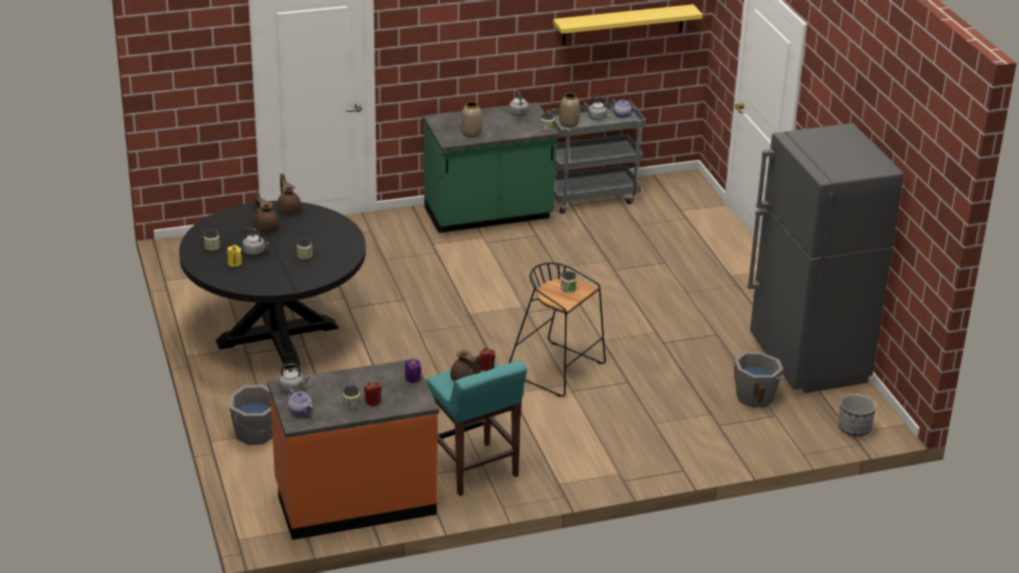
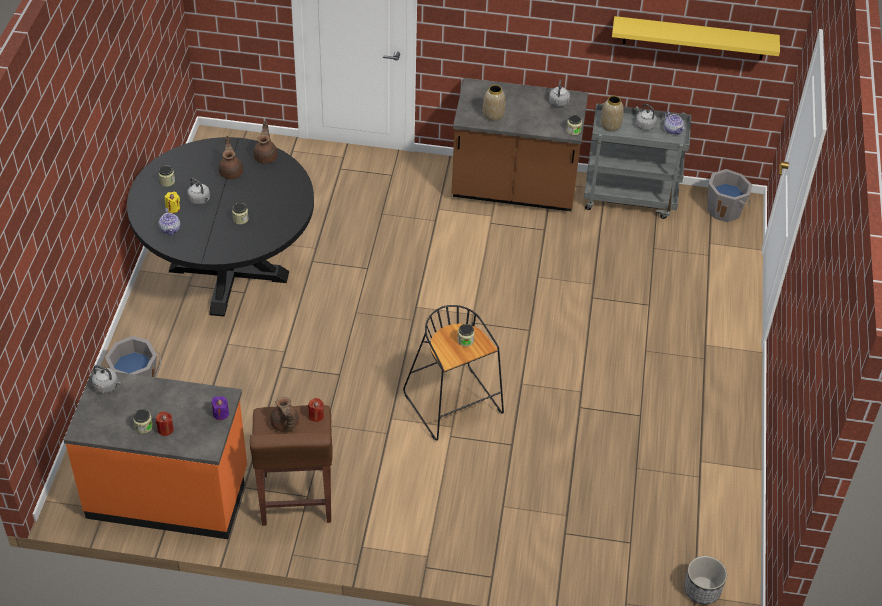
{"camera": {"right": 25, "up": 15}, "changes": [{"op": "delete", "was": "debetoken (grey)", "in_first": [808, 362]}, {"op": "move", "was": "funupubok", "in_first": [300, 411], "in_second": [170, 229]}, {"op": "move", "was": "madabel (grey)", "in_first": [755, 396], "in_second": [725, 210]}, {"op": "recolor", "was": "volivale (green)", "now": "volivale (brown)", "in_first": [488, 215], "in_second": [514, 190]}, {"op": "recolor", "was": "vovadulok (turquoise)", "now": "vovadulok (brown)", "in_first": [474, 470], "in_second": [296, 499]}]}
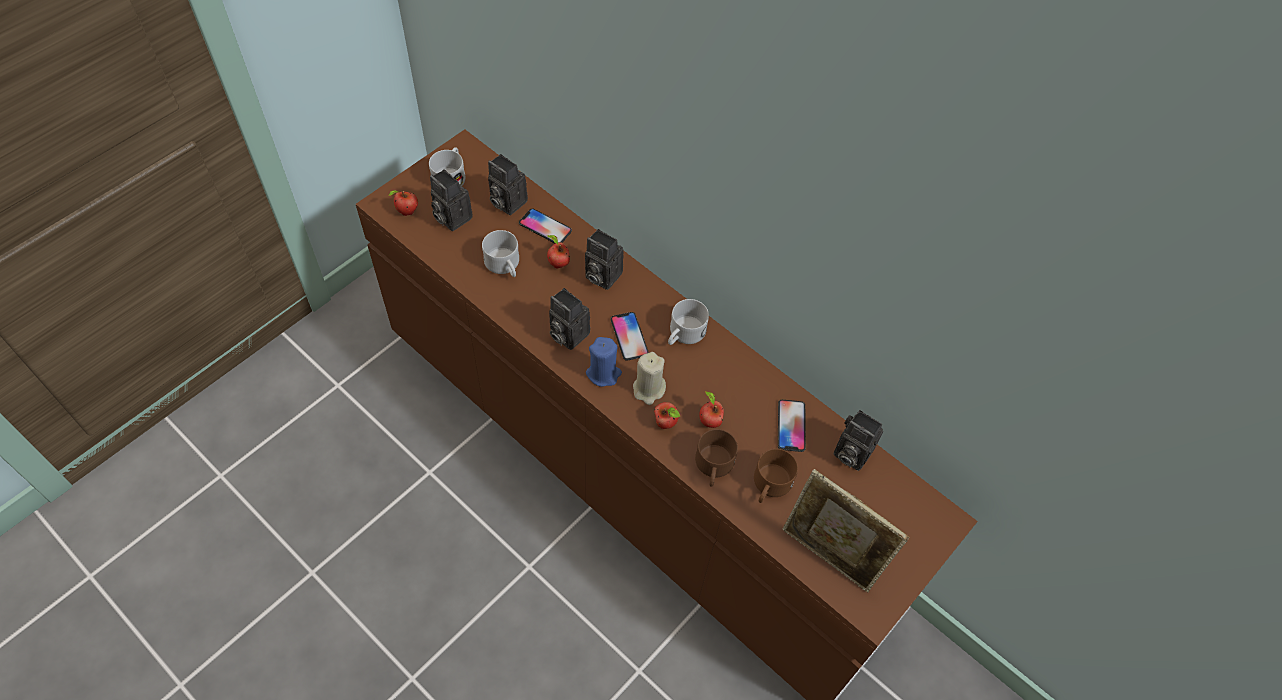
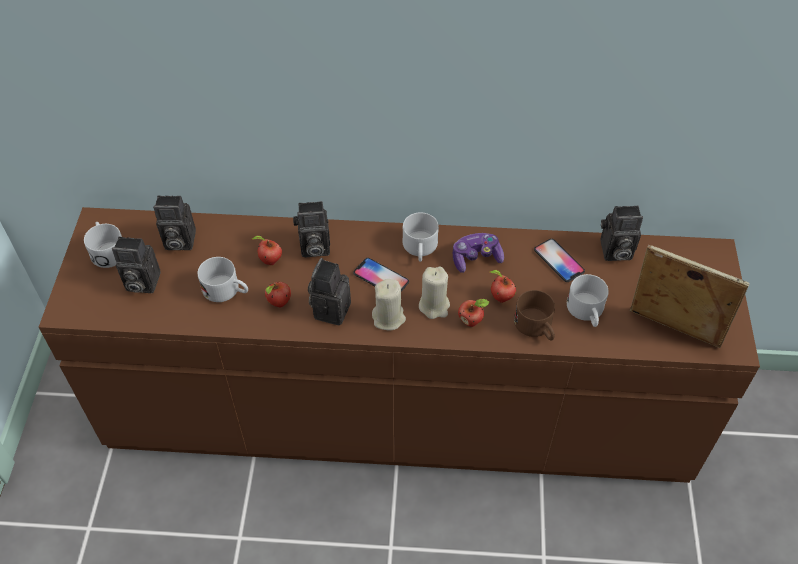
{"camera": {"right": -35, "up": -5}, "changes": [{"op": "delete", "was": "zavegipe", "in_first": [545, 227]}, {"op": "insert", "now": "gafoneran", "in_second": [476, 258]}, {"op": "move", "was": "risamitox", "in_first": [406, 212], "in_second": [279, 303]}, {"op": "recolor", "was": "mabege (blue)", "now": "mabege (beige)", "in_first": [603, 373], "in_second": [389, 318]}, {"op": "recolor", "was": "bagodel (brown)", "now": "bagodel (white)", "in_first": [769, 486], "in_second": [586, 312]}, {"op": "rotate", "was": "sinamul", "in_first": [566, 334], "in_second": [330, 308], "clockwise": 105}, {"op": "rotate", "was": "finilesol", "in_first": [828, 556], "in_second": [671, 331], "clockwise": -150}]}
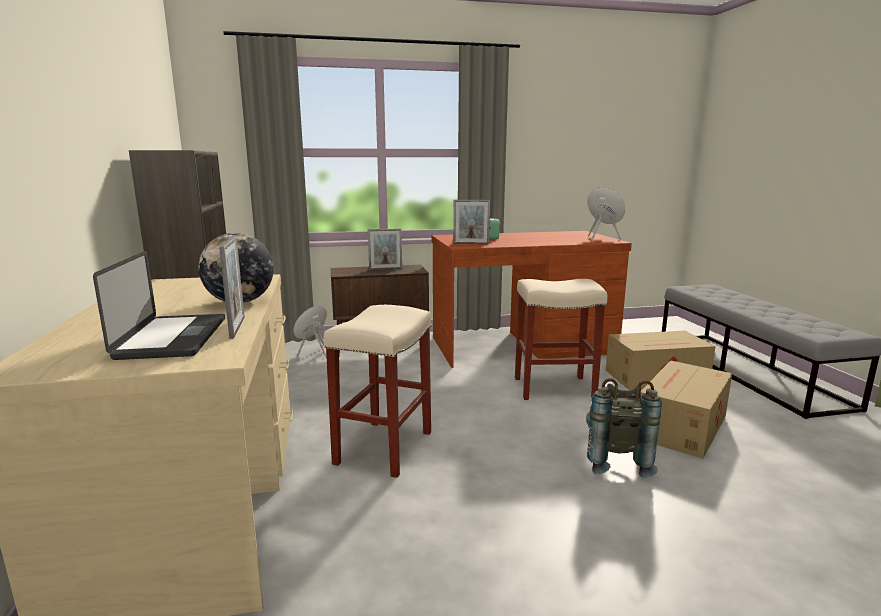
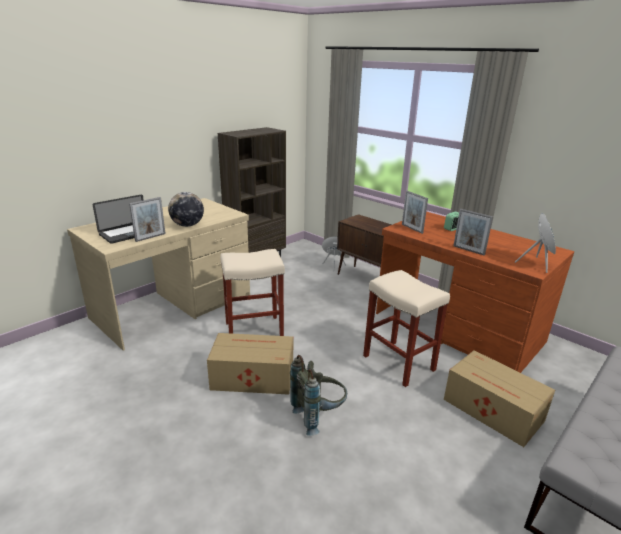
{"camera": {"right": 55, "up": 10}, "changes": [{"op": "move", "was": "finilesol", "in_first": [385, 269], "in_second": [468, 250]}, {"op": "move", "was": "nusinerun", "in_first": [680, 427], "in_second": [252, 376]}]}
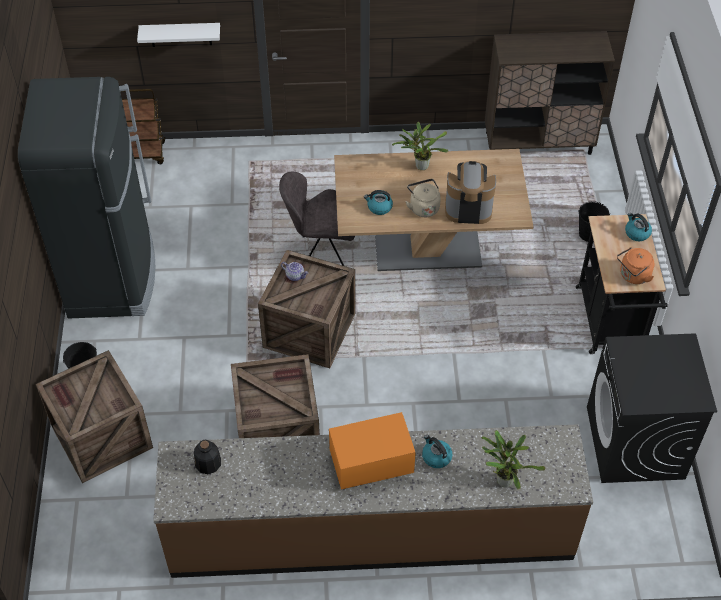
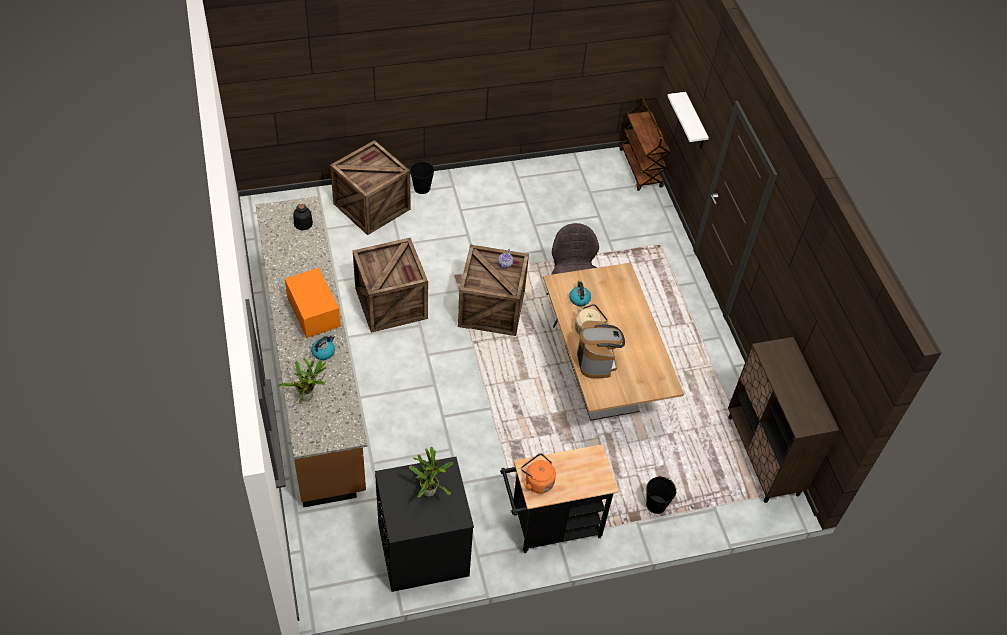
{"camera": {"right": 75, "up": 0}, "changes": [{"op": "delete", "was": "debetoken (black)", "in_first": [112, 277]}, {"op": "delete", "was": "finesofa", "in_first": [636, 233]}, {"op": "move", "was": "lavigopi", "in_first": [420, 166], "in_second": [429, 489]}]}
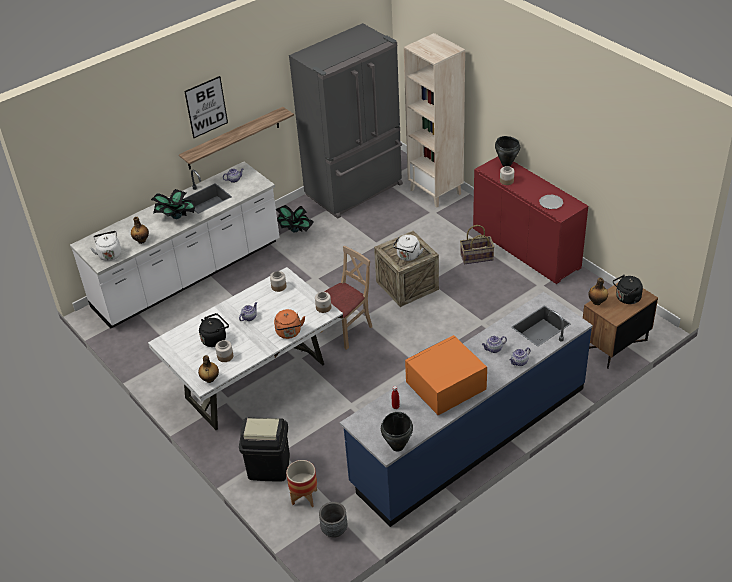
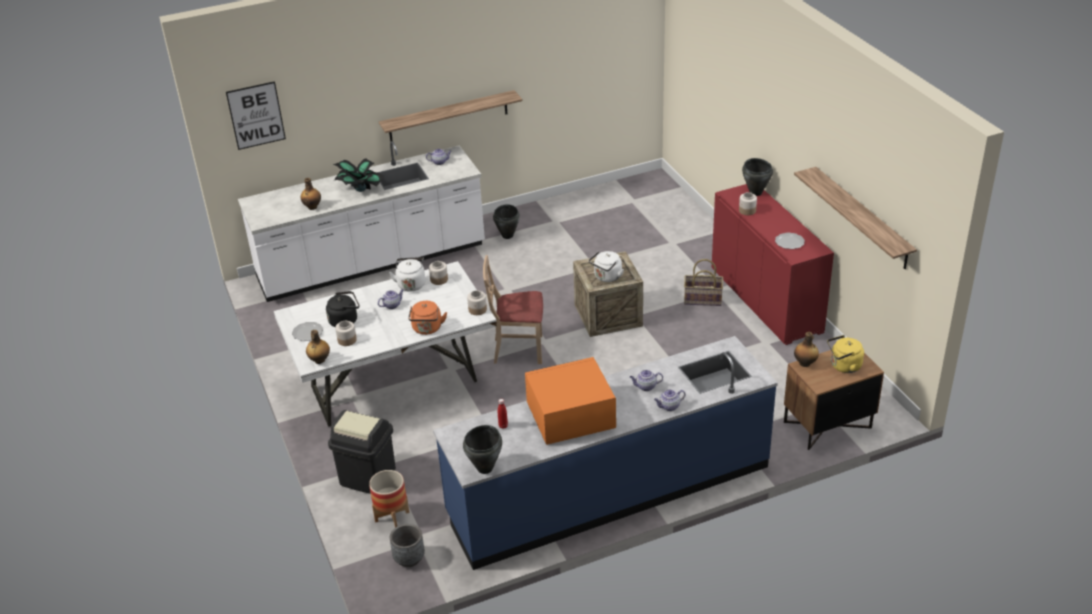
{"camera": {"right": 15, "up": -5}, "changes": [{"op": "delete", "was": "debetoken (grey)", "in_first": [355, 190]}, {"op": "delete", "was": "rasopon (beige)", "in_first": [436, 192]}, {"op": "insert", "now": "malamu", "in_second": [308, 333]}, {"op": "insert", "now": "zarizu", "in_second": [862, 218]}, {"op": "move", "was": "finesofa (white)", "in_first": [109, 254], "in_second": [411, 284]}, {"op": "move", "was": "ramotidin", "in_first": [206, 107], "in_second": [256, 115]}, {"op": "replace", "was": "lavigopi", "now": "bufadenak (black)", "in_first": [294, 230], "in_second": [508, 235]}, {"op": "recolor", "was": "finesofa (black)", "now": "finesofa (yellow)", "in_first": [626, 299], "in_second": [843, 366]}, {"op": "rotate", "was": "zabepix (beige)", "in_first": [346, 330], "in_second": [518, 350], "clockwise": -150}]}
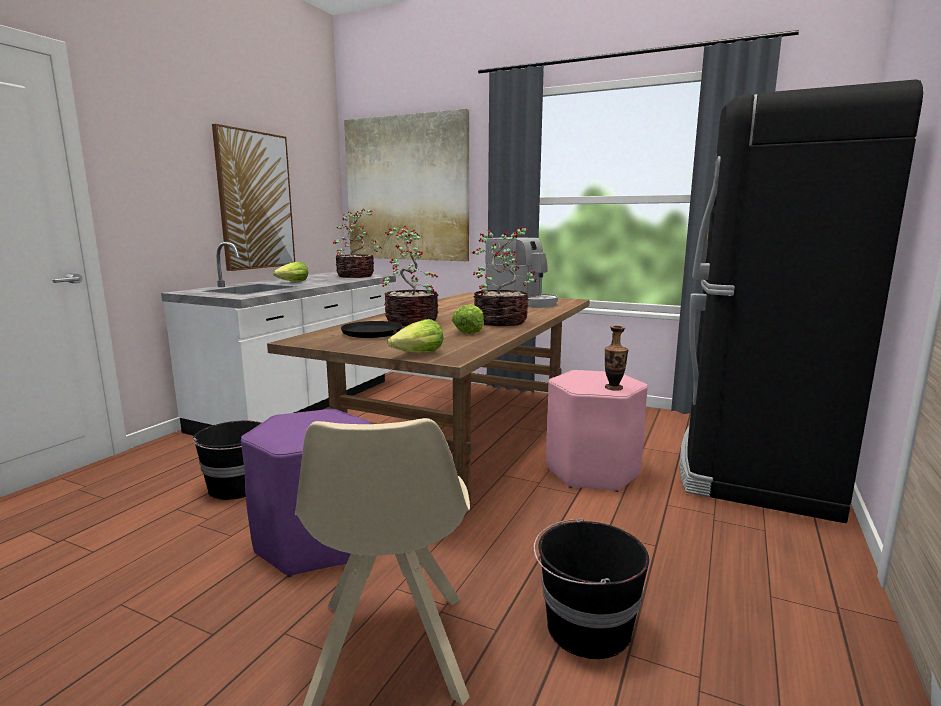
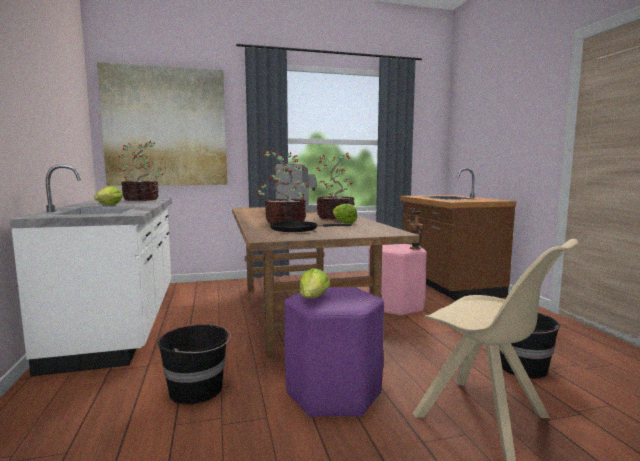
{"camera": {"right": -40, "up": -5}, "changes": [{"op": "delete", "was": "ramotidin", "in_first": [255, 201]}, {"op": "move", "was": "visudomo", "in_first": [419, 354], "in_second": [313, 298]}, {"op": "replace", "was": "debetoken (black)", "now": "volivale (brown)", "in_first": [754, 467], "in_second": [448, 285]}]}
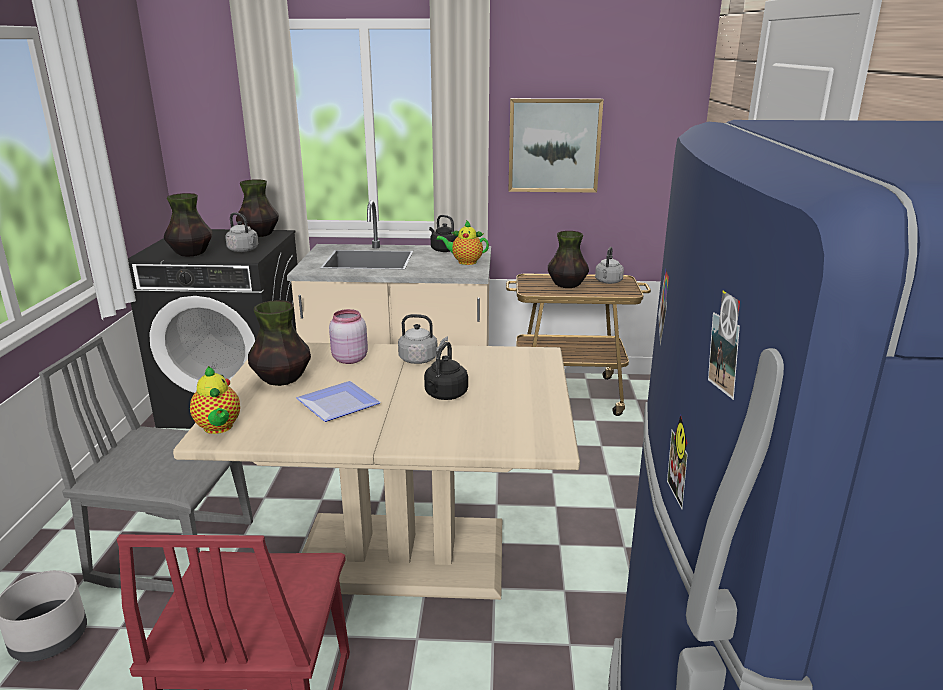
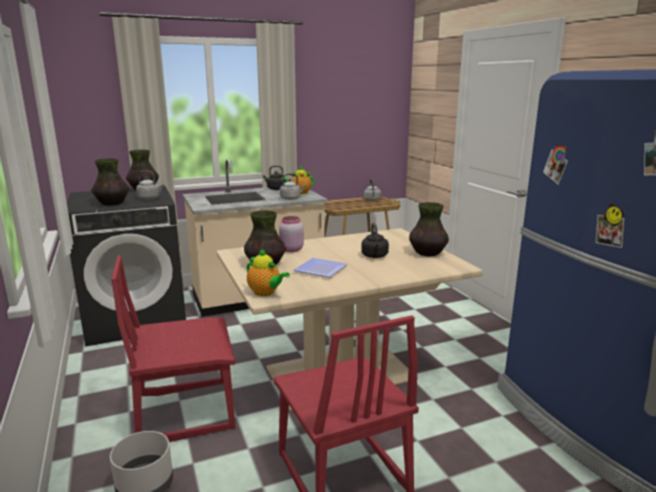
{"camera": {"right": -25, "up": -5}, "changes": [{"op": "delete", "was": "ramotidin", "in_first": [554, 145]}, {"op": "move", "was": "finesofa (grey)", "in_first": [420, 359], "in_second": [291, 198]}, {"op": "move", "was": "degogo", "in_first": [566, 285], "in_second": [427, 253]}, {"op": "recolor", "was": "zabepix (grey)", "now": "zabepix (red)", "in_first": [175, 550], "in_second": [185, 411]}]}
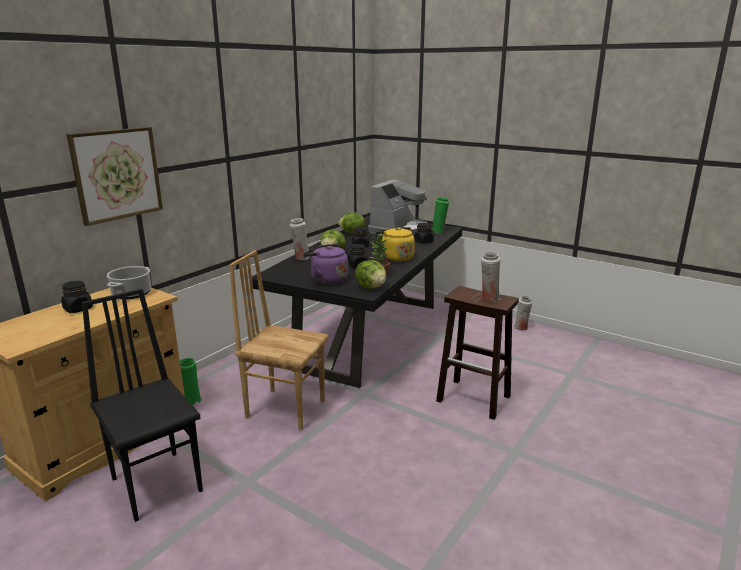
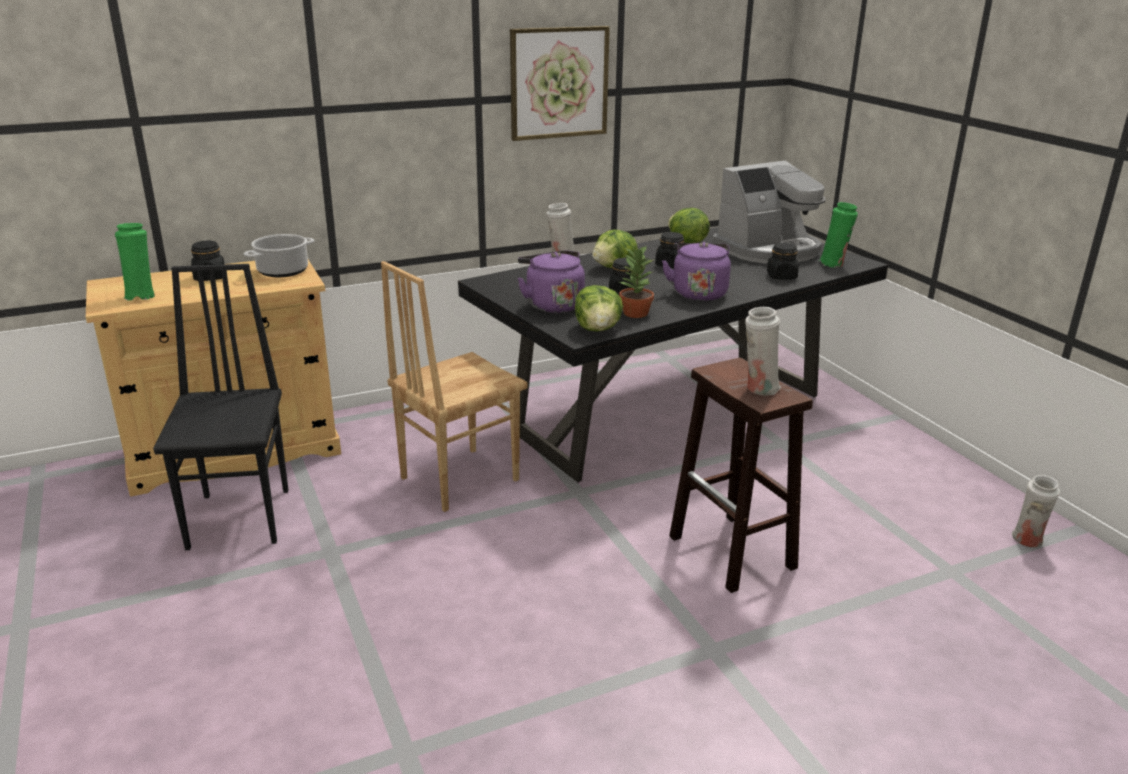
{"camera": {"right": 30, "up": 5}, "changes": [{"op": "move", "was": "ramotidin", "in_first": [117, 174], "in_second": [558, 83]}, {"op": "move", "was": "degogo (green)", "in_first": [192, 400], "in_second": [141, 296]}, {"op": "move", "was": "degogo (white)", "in_first": [521, 328], "in_second": [1028, 541]}, {"op": "recolor", "was": "finesofa (yellow)", "now": "finesofa (purple)", "in_first": [395, 258], "in_second": [698, 293]}, {"op": "rotate", "was": "zabepix (brown)", "in_first": [285, 408], "in_second": [457, 478], "clockwise": -90}]}
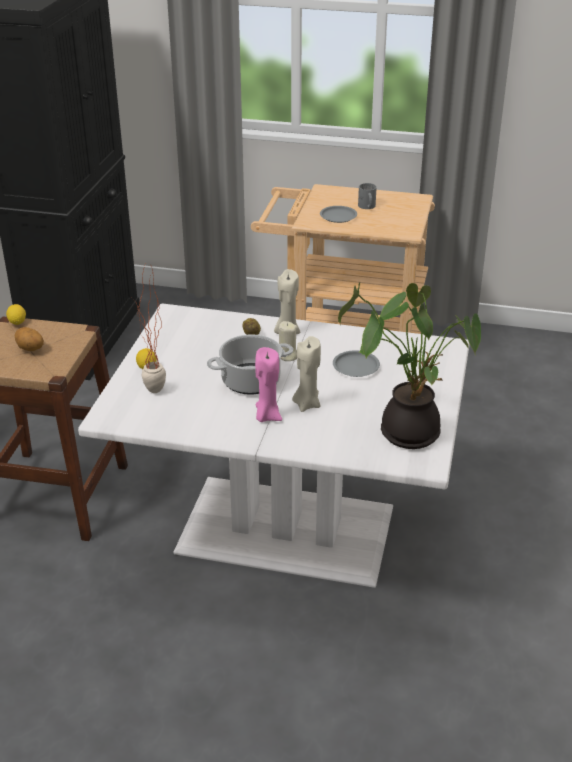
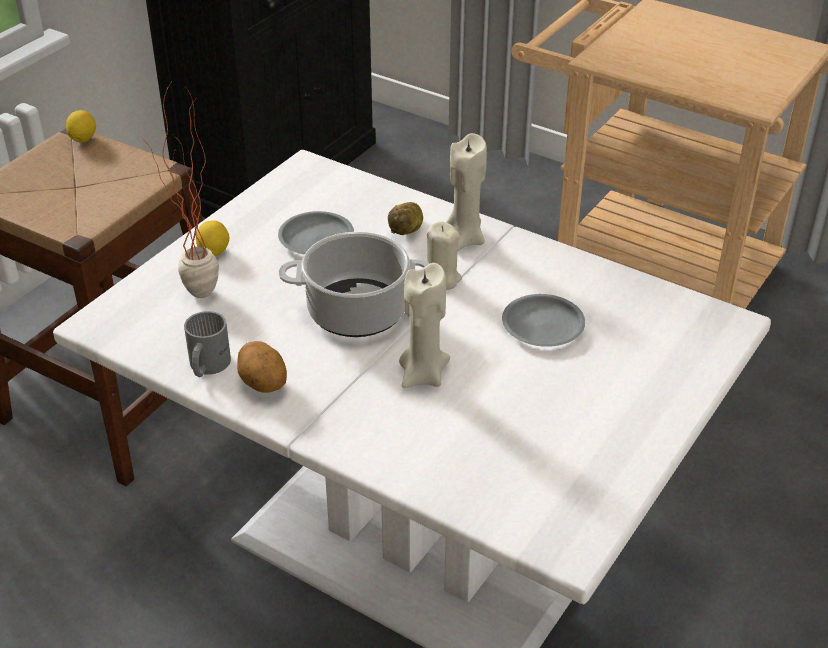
{"camera": {"right": 20, "up": 5}, "changes": [{"op": "delete", "was": "mabege (pink)", "in_first": [267, 416]}, {"op": "delete", "was": "lavigopi", "in_first": [408, 430]}, {"op": "move", "was": "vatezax", "in_first": [30, 349], "in_second": [262, 385]}, {"op": "move", "was": "malamu (grey)", "in_first": [338, 217], "in_second": [316, 239]}, {"op": "move", "was": "bagodel (grey)", "in_first": [366, 207], "in_second": [206, 366]}]}
